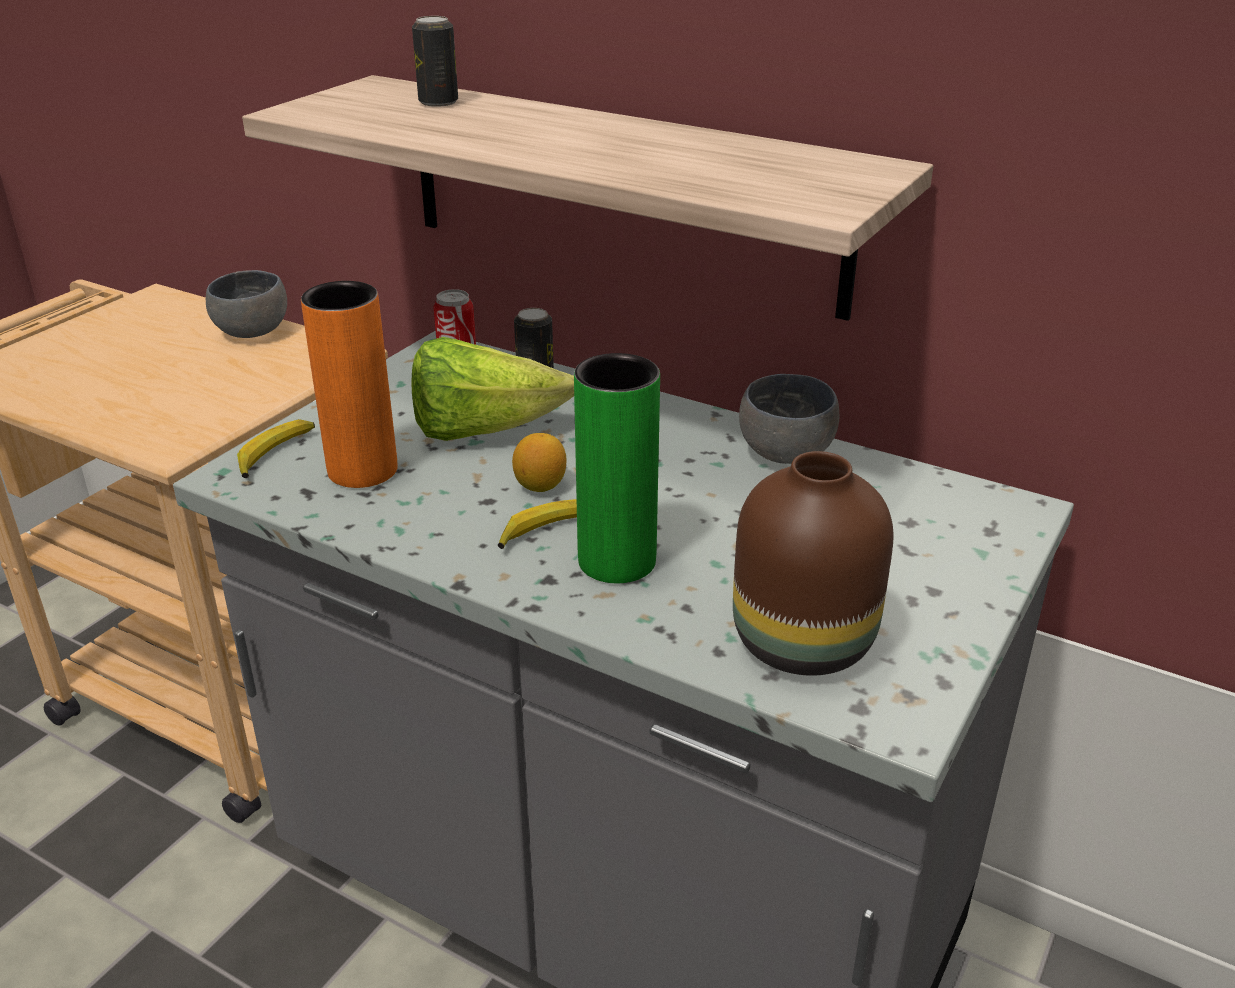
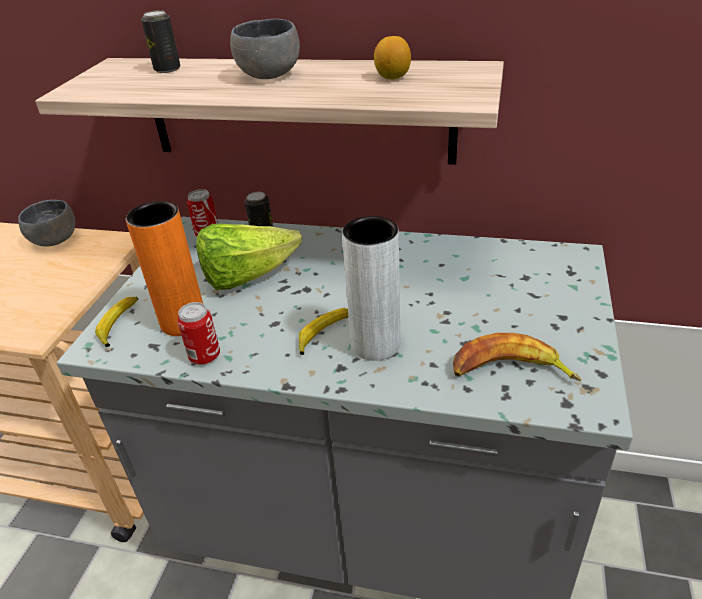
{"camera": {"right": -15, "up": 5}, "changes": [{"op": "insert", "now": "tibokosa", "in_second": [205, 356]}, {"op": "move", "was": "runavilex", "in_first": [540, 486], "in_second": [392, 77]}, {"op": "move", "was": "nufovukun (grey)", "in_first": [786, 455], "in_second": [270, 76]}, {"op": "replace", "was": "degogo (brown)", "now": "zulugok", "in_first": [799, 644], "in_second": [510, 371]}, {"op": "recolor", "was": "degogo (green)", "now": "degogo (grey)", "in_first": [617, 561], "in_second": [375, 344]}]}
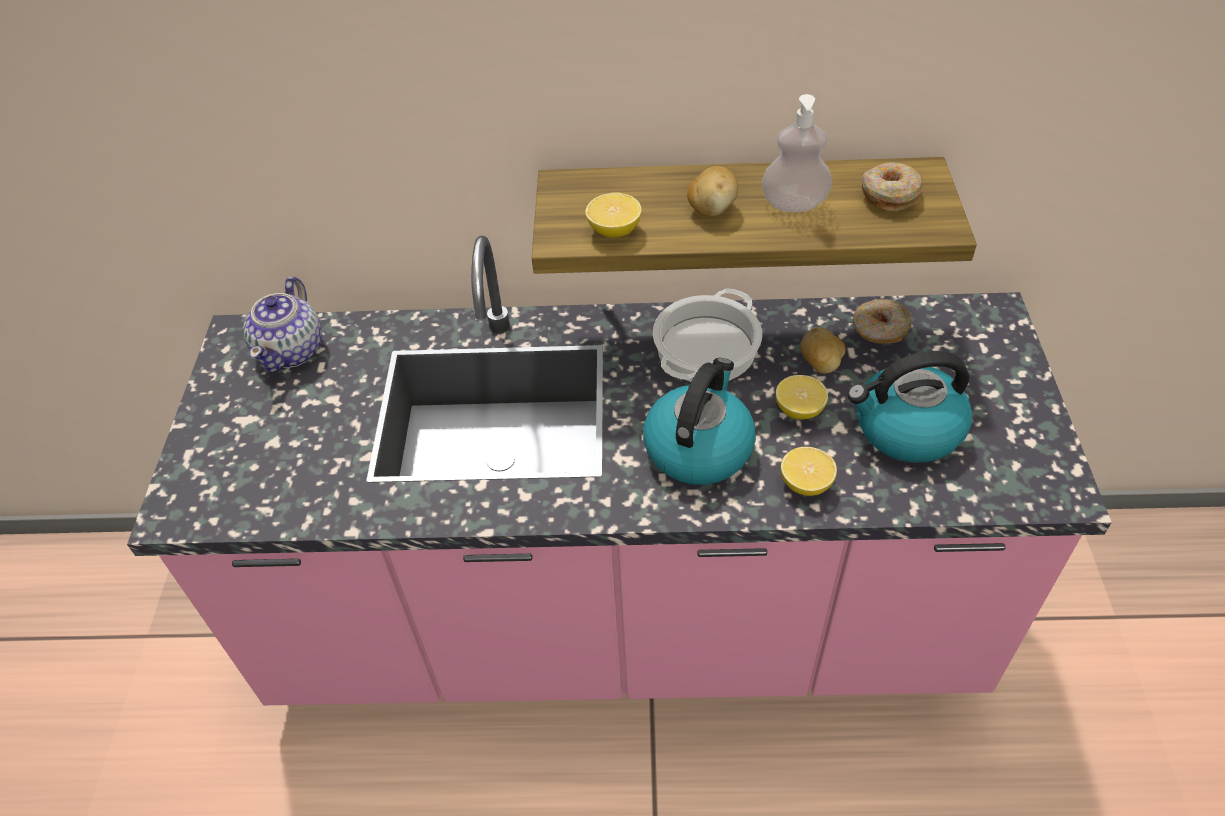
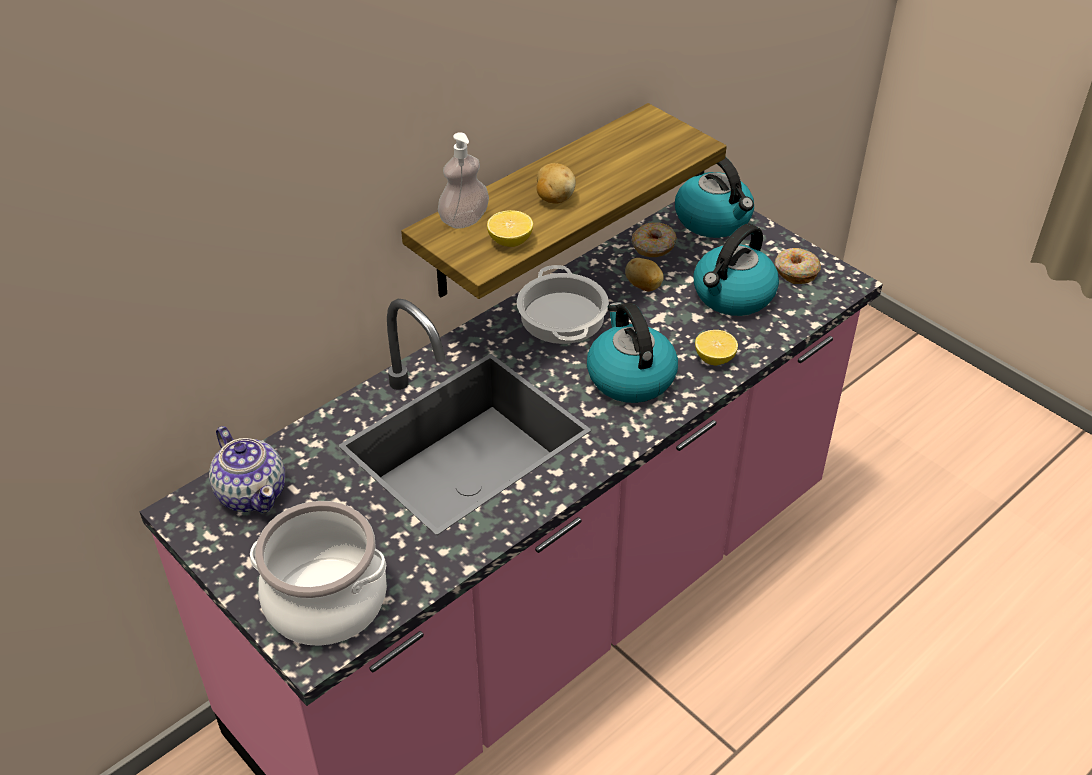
{"camera": {"right": -45, "up": -5}, "changes": [{"op": "delete", "was": "runavilex", "in_first": [799, 410]}, {"op": "insert", "now": "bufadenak", "in_second": [326, 600]}, {"op": "insert", "now": "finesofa", "in_second": [714, 220]}, {"op": "move", "was": "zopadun", "in_first": [794, 203], "in_second": [464, 220]}, {"op": "move", "was": "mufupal", "in_first": [889, 195], "in_second": [795, 272]}]}
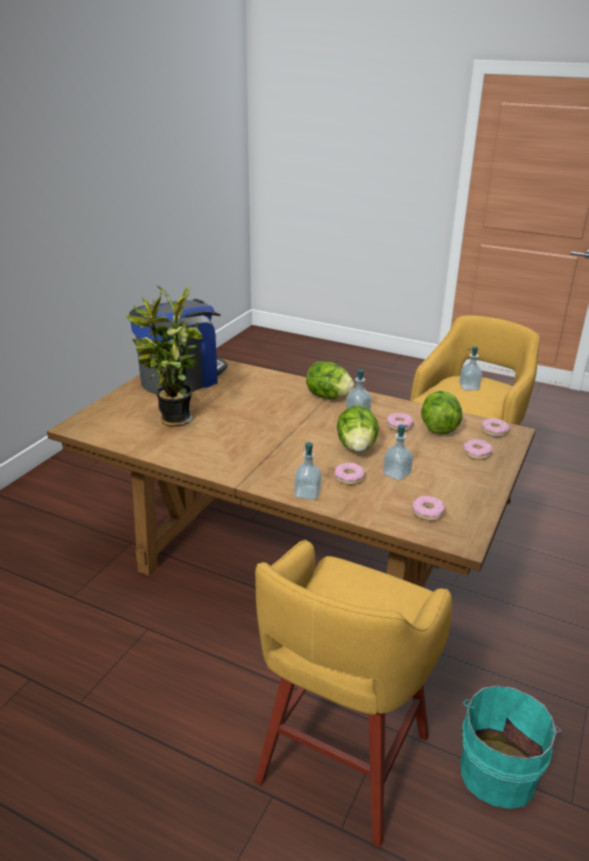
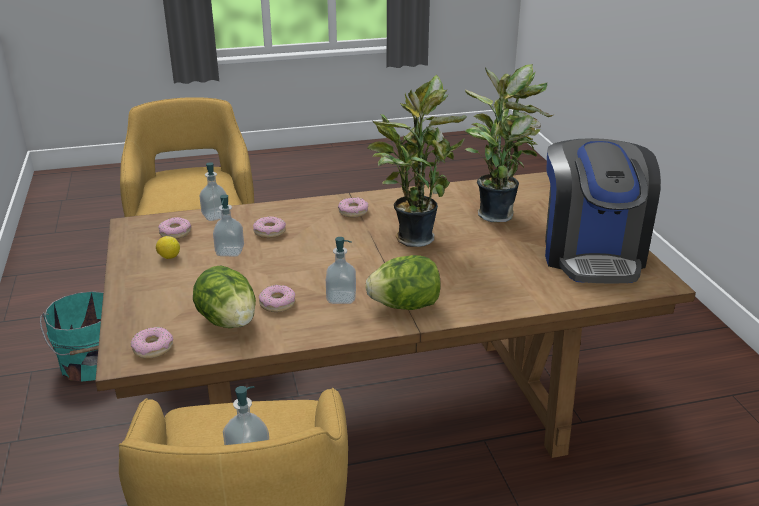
{"camera": {"right": 140, "up": 0}, "changes": [{"op": "delete", "was": "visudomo", "in_first": [356, 447]}, {"op": "insert", "now": "runavilex", "in_second": [169, 257]}, {"op": "insert", "now": "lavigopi", "in_second": [413, 237]}, {"op": "move", "was": "zopadun", "in_first": [307, 494], "in_second": [215, 216]}, {"op": "move", "was": "mufupal", "in_first": [476, 453], "in_second": [353, 212]}]}
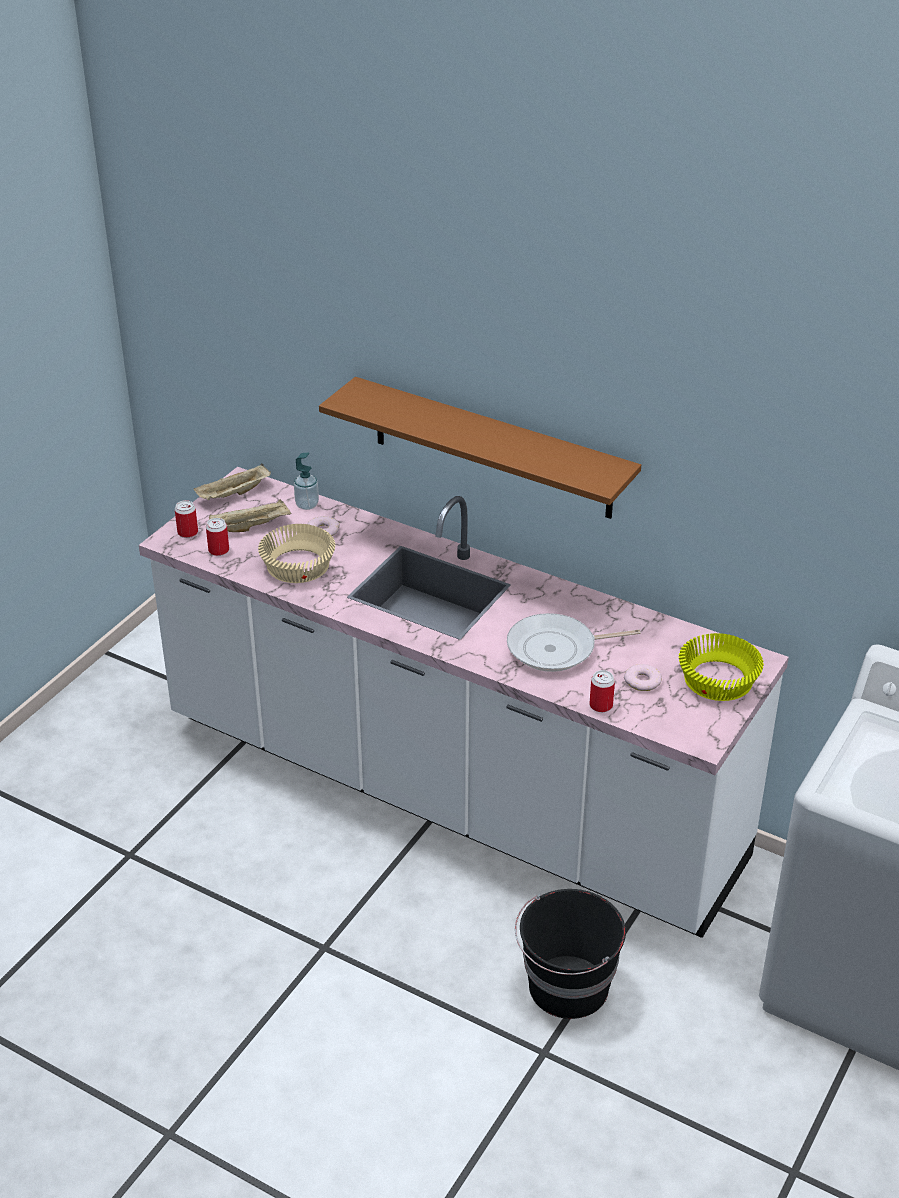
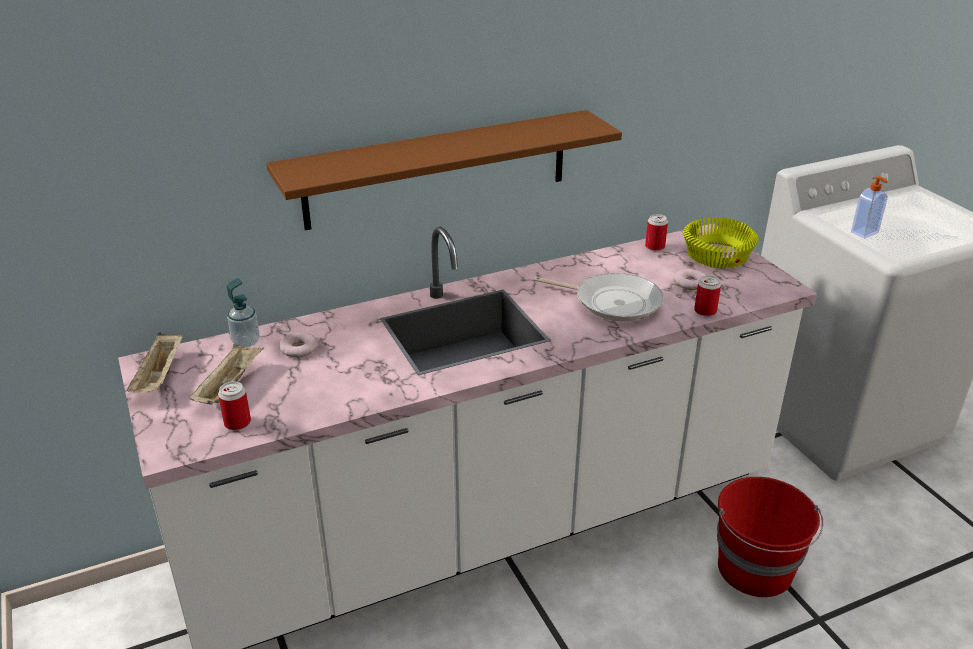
{"camera": {"right": -55, "up": -5}, "changes": [{"op": "delete", "was": "nufovukun (beige)", "in_first": [297, 567]}, {"op": "insert", "now": "zopadun", "in_second": [865, 233]}, {"op": "move", "was": "tibokosa", "in_first": [187, 532], "in_second": [655, 247]}, {"op": "recolor", "was": "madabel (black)", "now": "madabel (red)", "in_first": [567, 987], "in_second": [756, 570]}, {"op": "rotate", "was": "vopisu", "in_first": [556, 649], "in_second": [613, 302], "clockwise": -90}]}
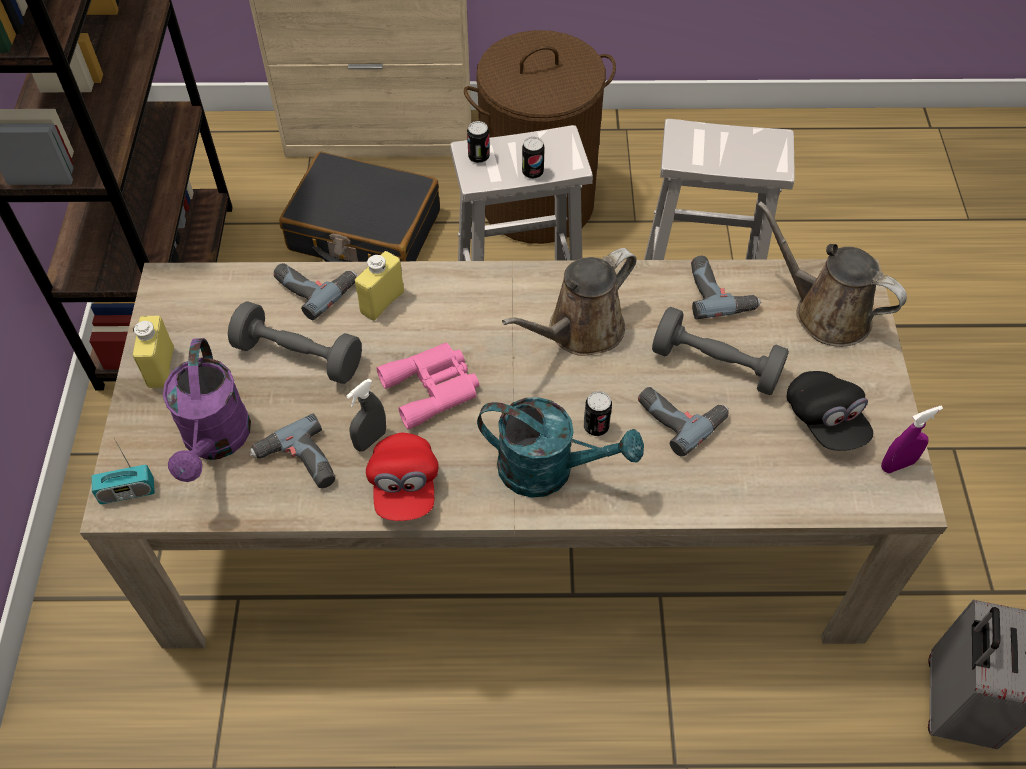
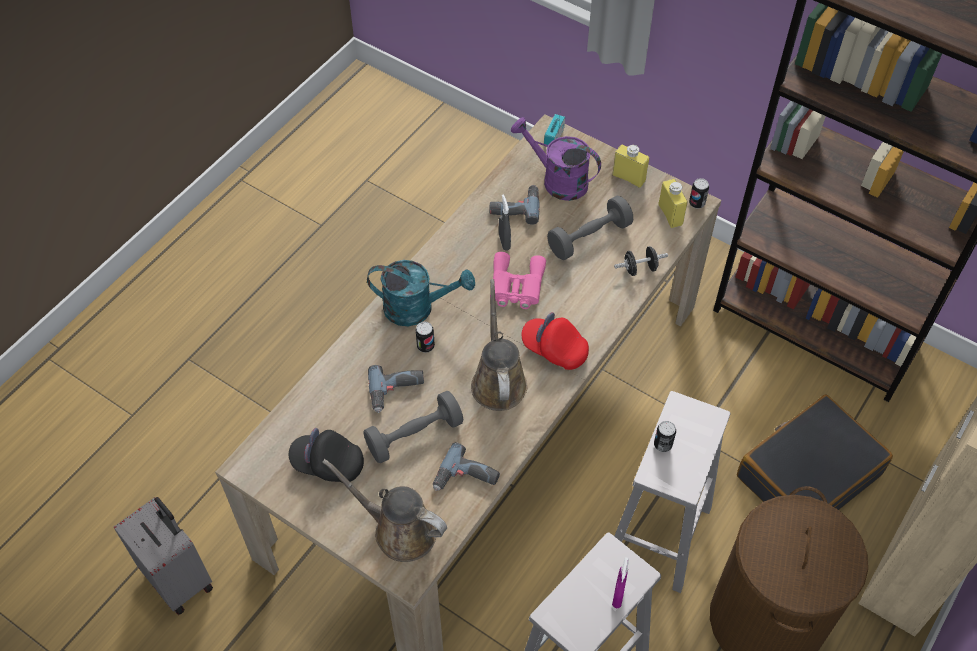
{"camera": {"right": 125, "up": 0}, "changes": [{"op": "move", "was": "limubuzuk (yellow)", "in_first": [382, 302], "in_second": [670, 215]}, {"op": "move", "was": "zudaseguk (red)", "in_first": [404, 487], "in_second": [554, 349]}, {"op": "move", "was": "tibokosa", "in_first": [478, 157], "in_second": [697, 203]}, {"op": "move", "was": "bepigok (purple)", "in_first": [897, 464], "in_second": [618, 595]}, {"op": "replace", "was": "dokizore", "now": "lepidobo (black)", "in_first": [314, 286], "in_second": [640, 269]}, {"op": "rotate", "was": "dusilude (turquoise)", "in_first": [549, 470], "in_second": [417, 308], "clockwise": -135}, {"op": "rotate", "was": "dusilude (brown)", "in_first": [825, 313], "in_second": [399, 530], "clockwise": -135}]}
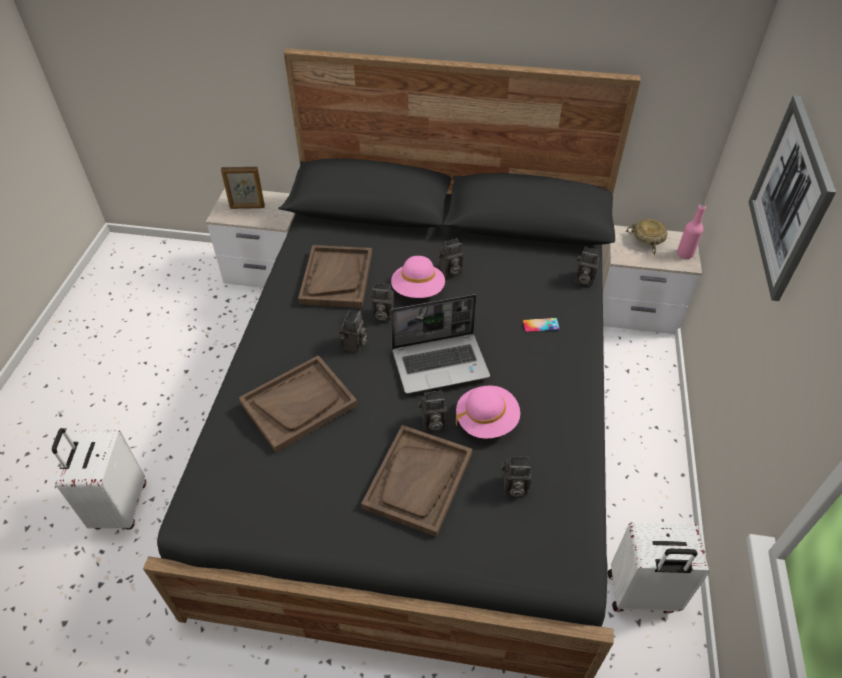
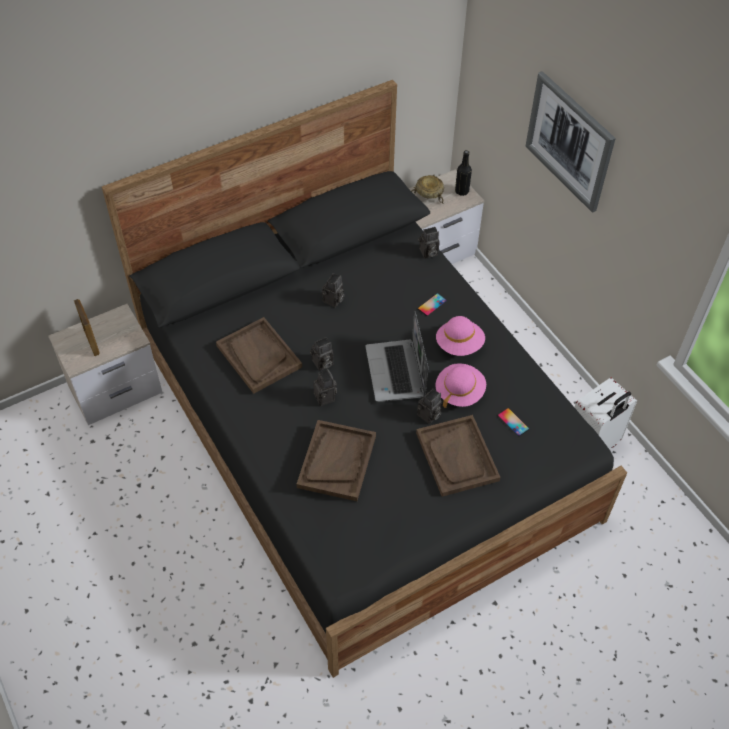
{"camera": {"right": -40, "up": 5}, "changes": [{"op": "delete", "was": "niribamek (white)", "in_first": [119, 506]}, {"op": "move", "was": "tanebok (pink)", "in_first": [418, 290], "in_second": [459, 345]}, {"op": "replace", "was": "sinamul", "now": "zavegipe", "in_first": [513, 487], "in_second": [513, 422]}, {"op": "recolor", "was": "limubuzuk (pink)", "now": "limubuzuk (black)", "in_first": [685, 254], "in_second": [462, 191]}, {"op": "rotate", "was": "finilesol", "in_first": [247, 207], "in_second": [92, 342], "clockwise": -75}, {"op": "rotate", "was": "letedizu", "in_first": [441, 363], "in_second": [396, 372], "clockwise": 135}]}
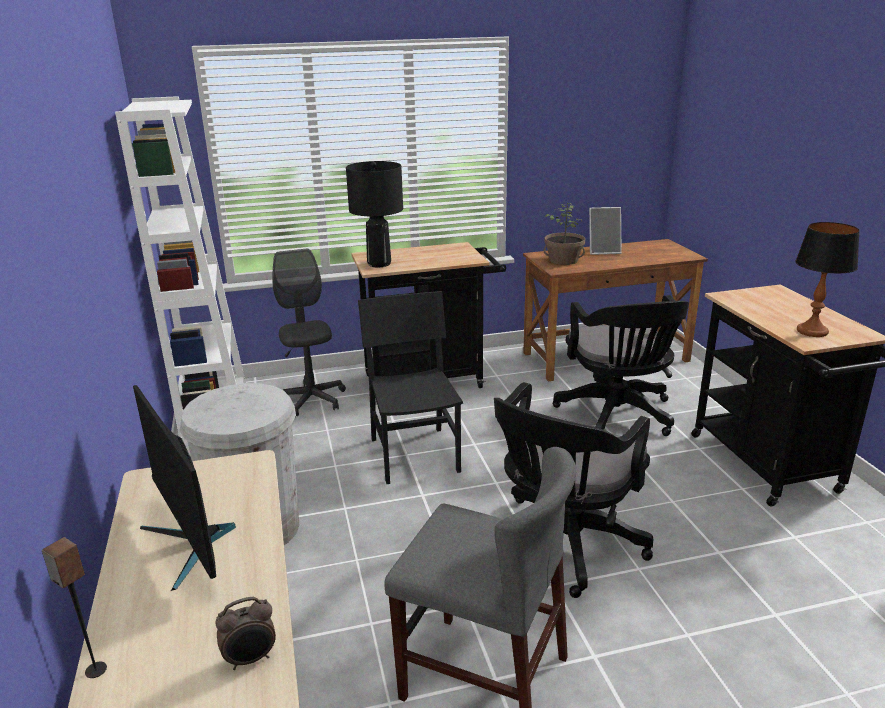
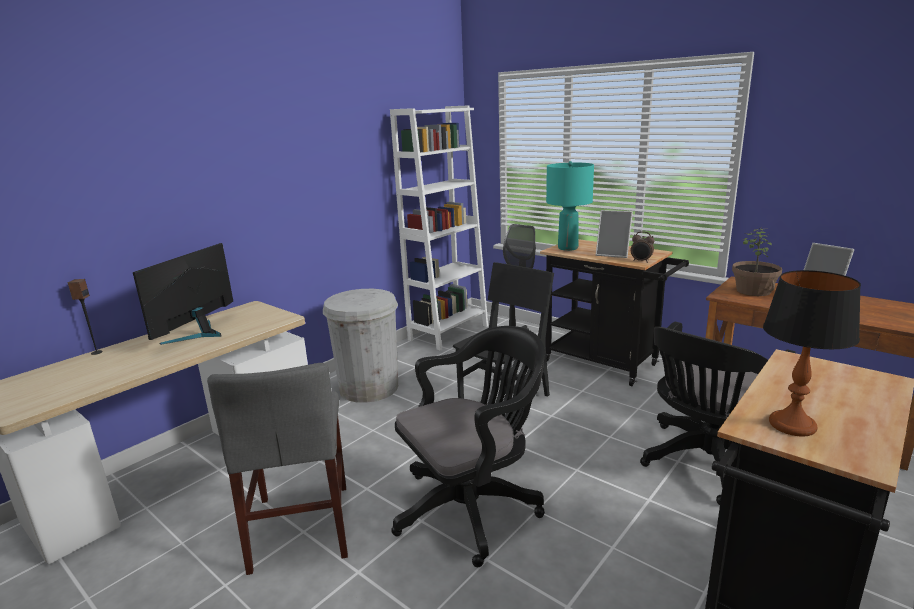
{"camera": {"right": 55, "up": -5}, "changes": [{"op": "insert", "now": "finilesol", "in_second": [613, 254]}, {"op": "move", "was": "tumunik", "in_first": [251, 659], "in_second": [641, 261]}, {"op": "recolor", "was": "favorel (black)", "now": "favorel (turquoise)", "in_first": [379, 263], "in_second": [568, 248]}, {"op": "rotate", "was": "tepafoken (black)", "in_first": [563, 546], "in_second": [473, 506], "clockwise": 150}]}
